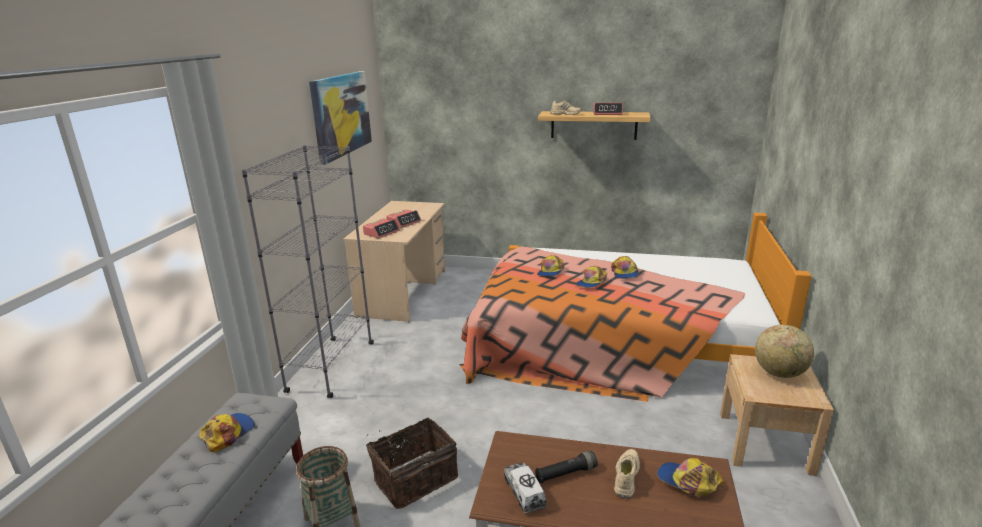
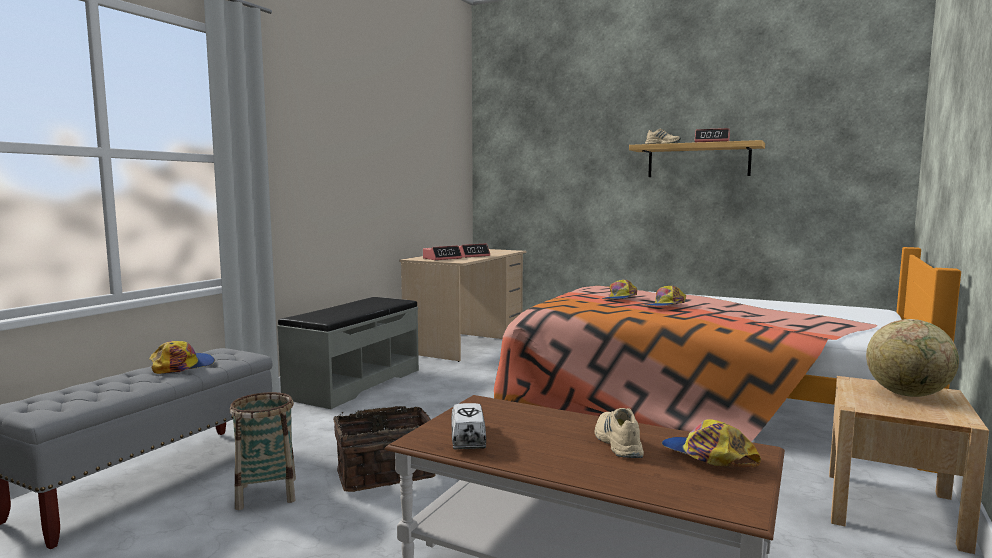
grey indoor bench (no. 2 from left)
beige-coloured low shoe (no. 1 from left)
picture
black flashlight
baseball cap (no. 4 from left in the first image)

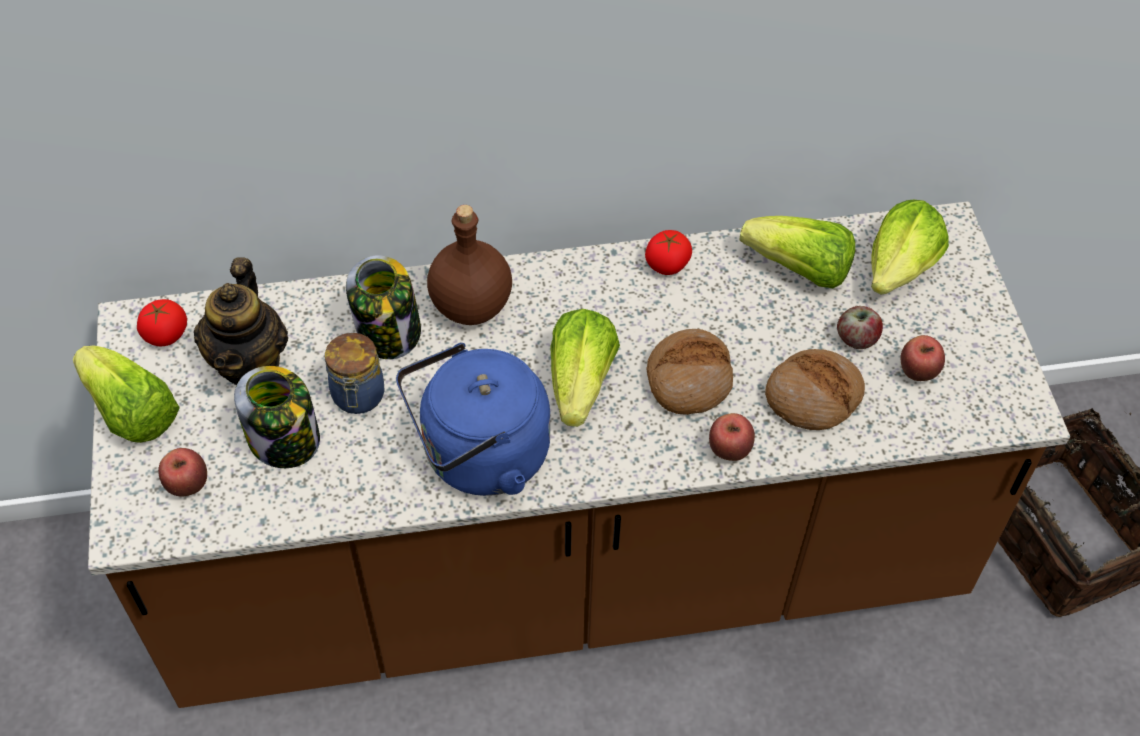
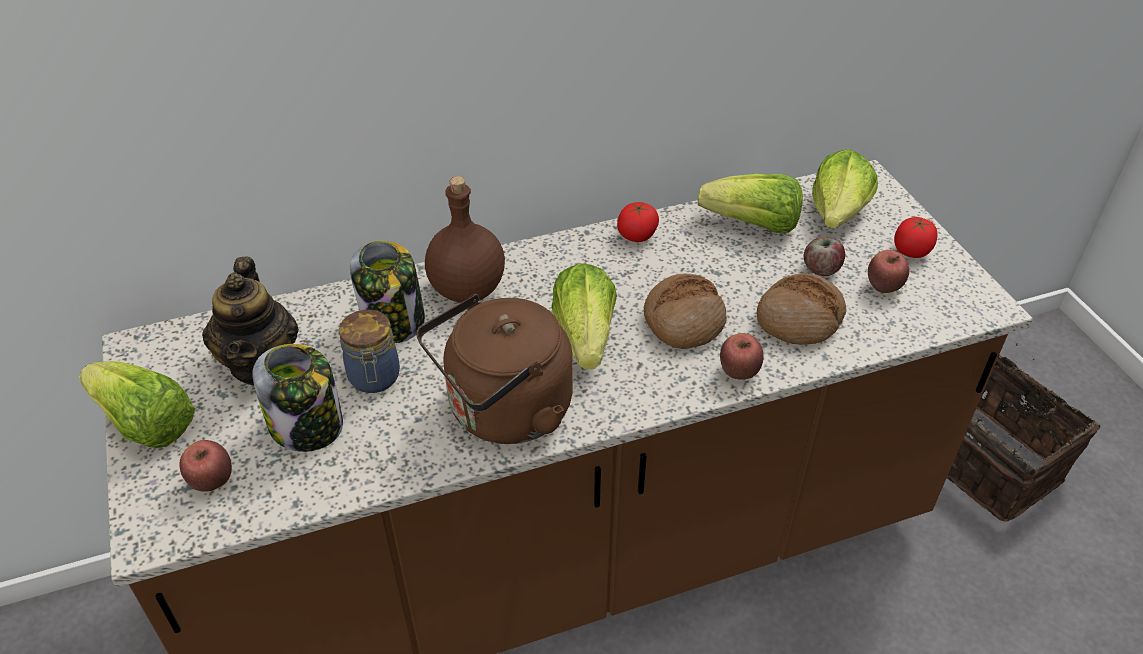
brown-coloured water kettle
whole tomato (no. 2 from left)

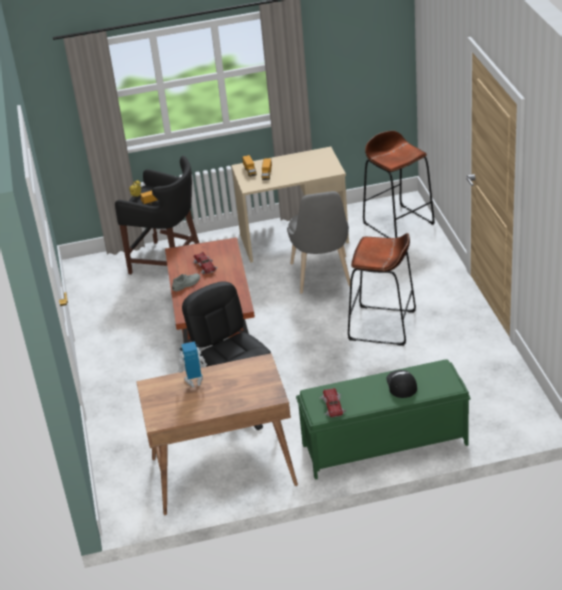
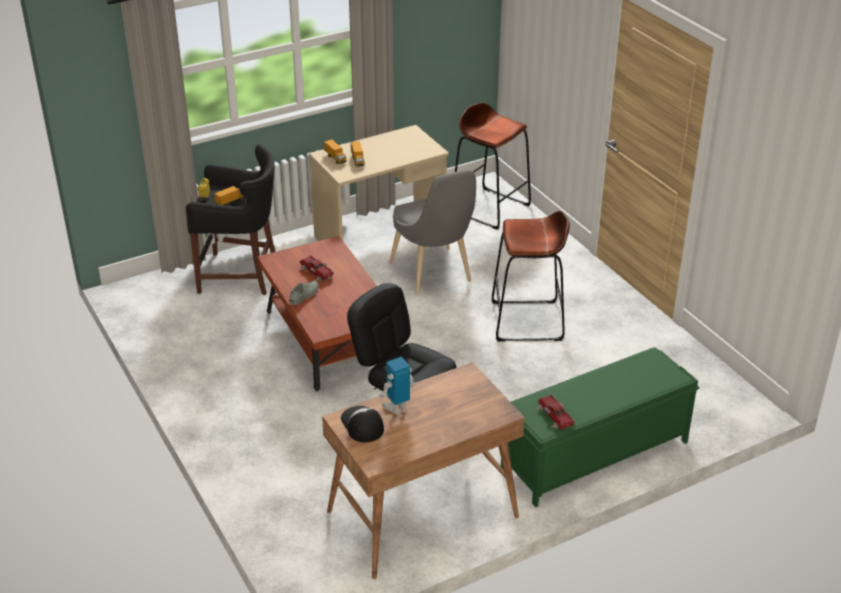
baseball cap

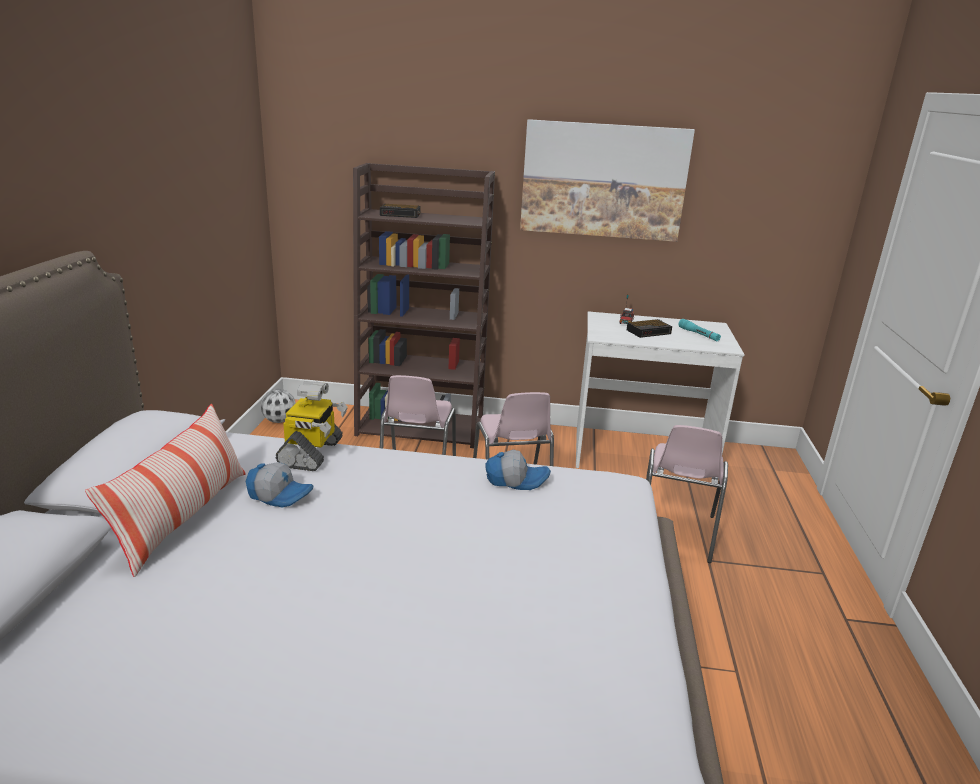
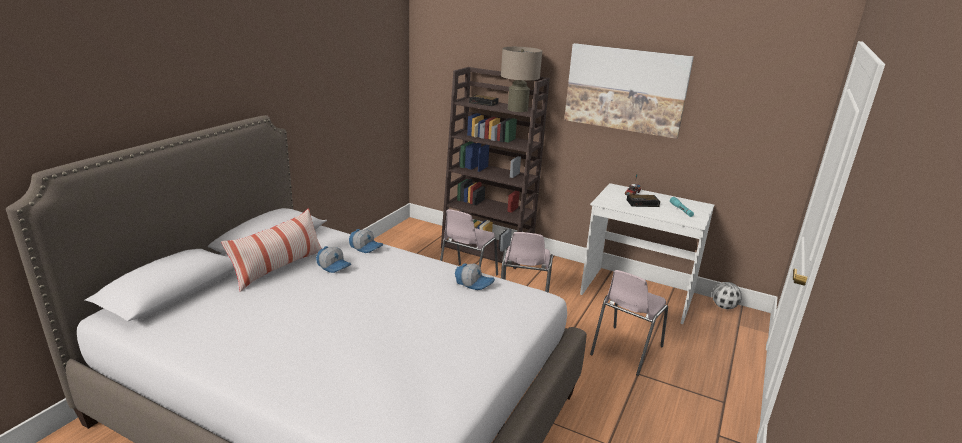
baseball cap (no. 2 from left)
beige-coloured table lamp
ball for football

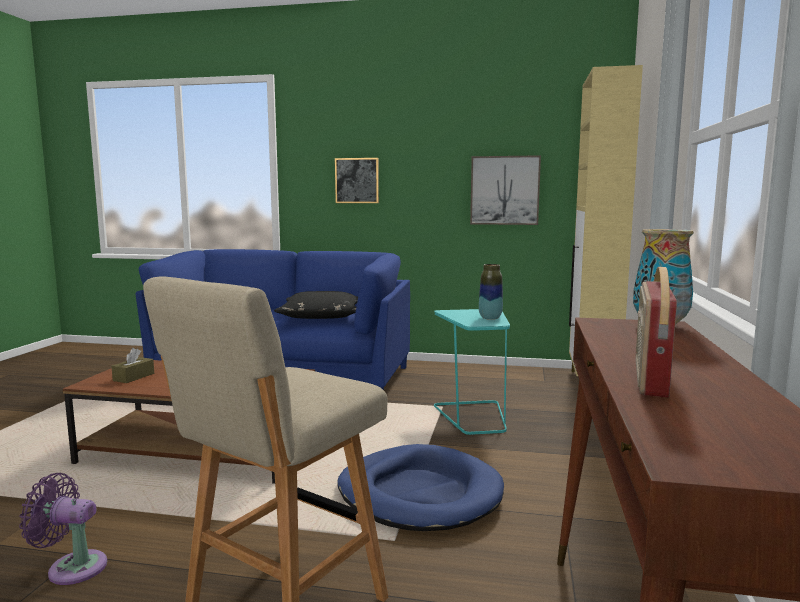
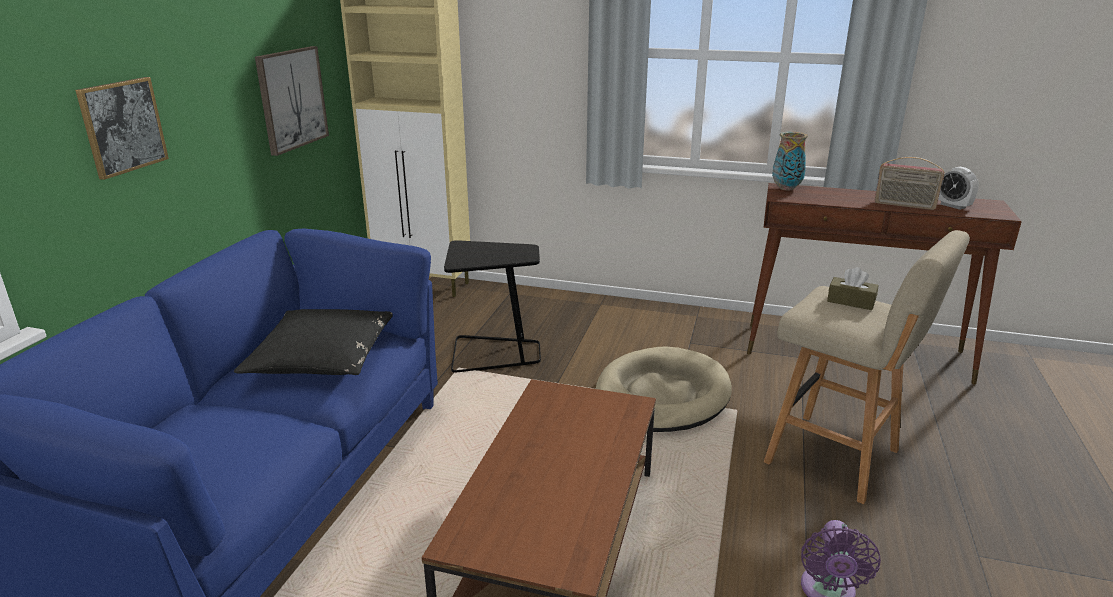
black accent table
beige-coloured dog bed
brown-coloured tissue holder
bedside clock
vase (no. 1 from left in the first image)

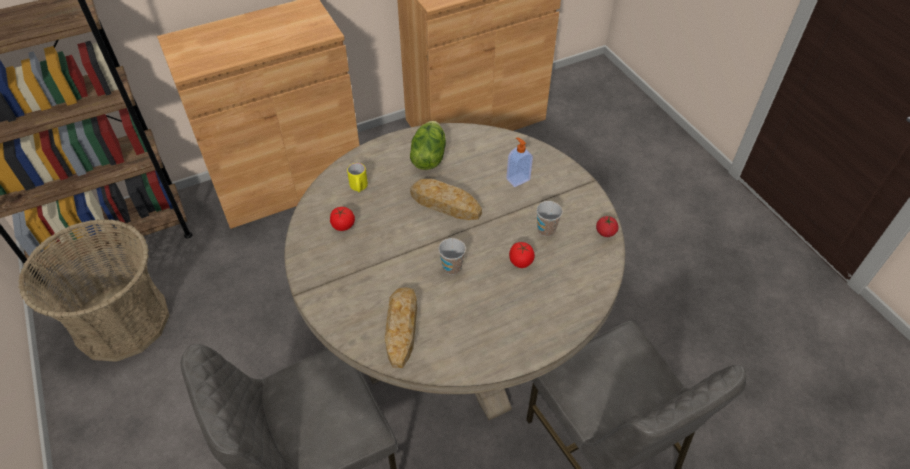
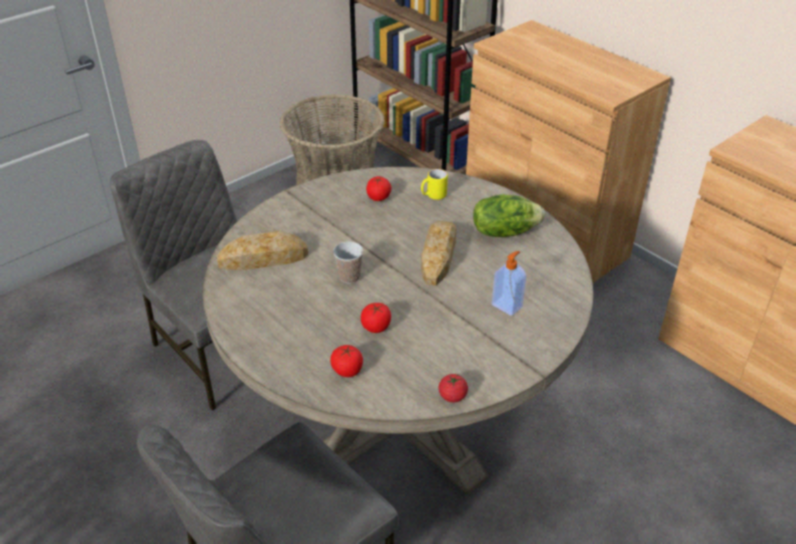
whole tomato (no. 1 from left)
cup (no. 2 from left in the first image)

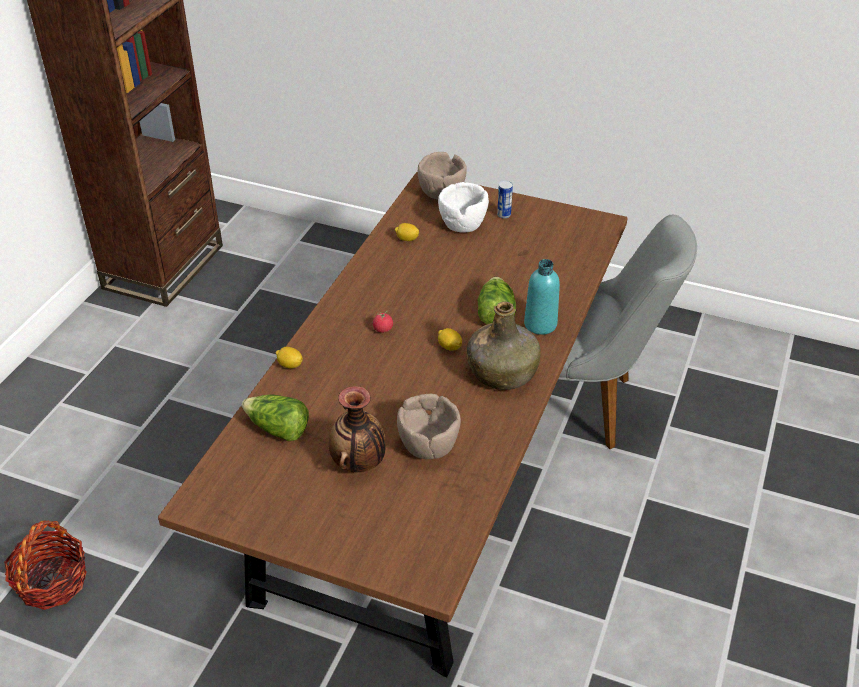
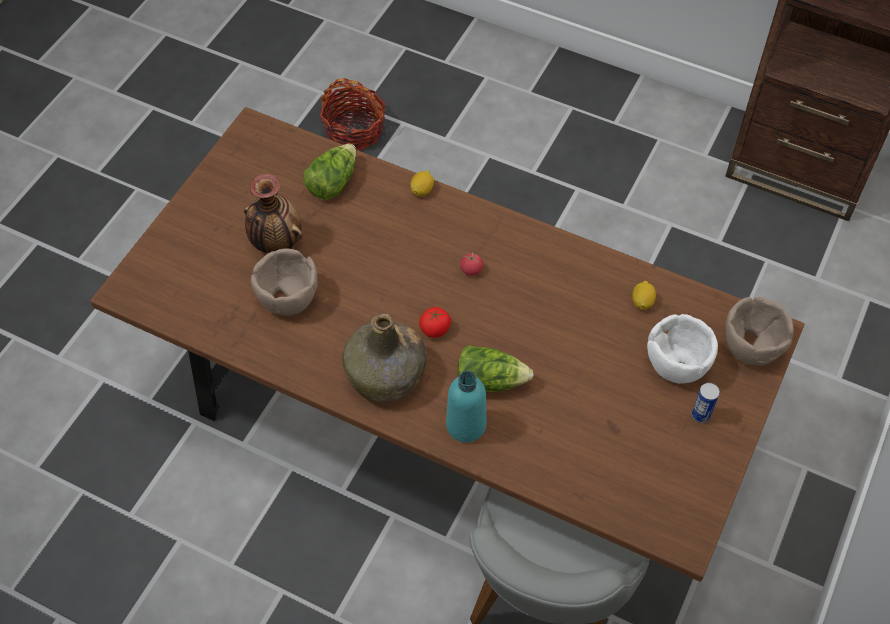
whole tomato (no. 1 from left)

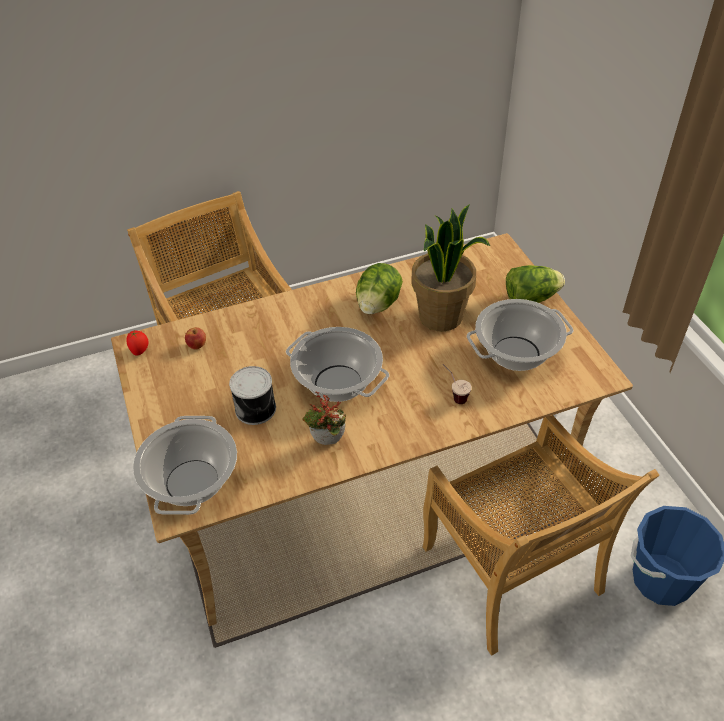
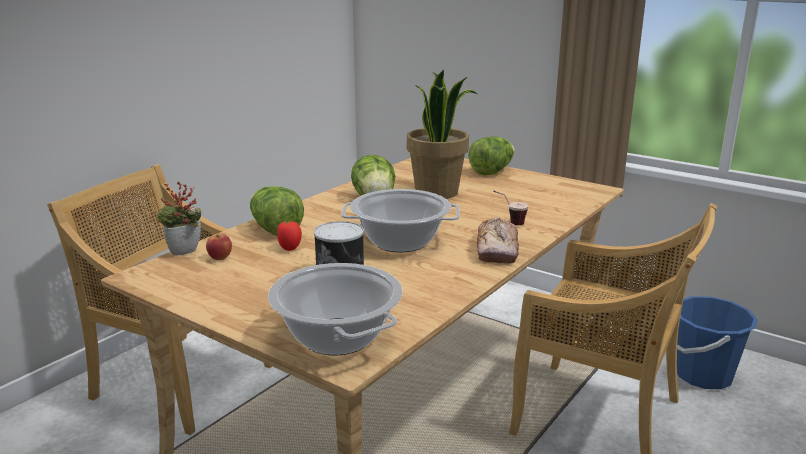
plant in a pot (no. 1 from left)
head of lettuce (no. 1 from left)
whole tomato
bread
stockpot (no. 3 from left in the first image)

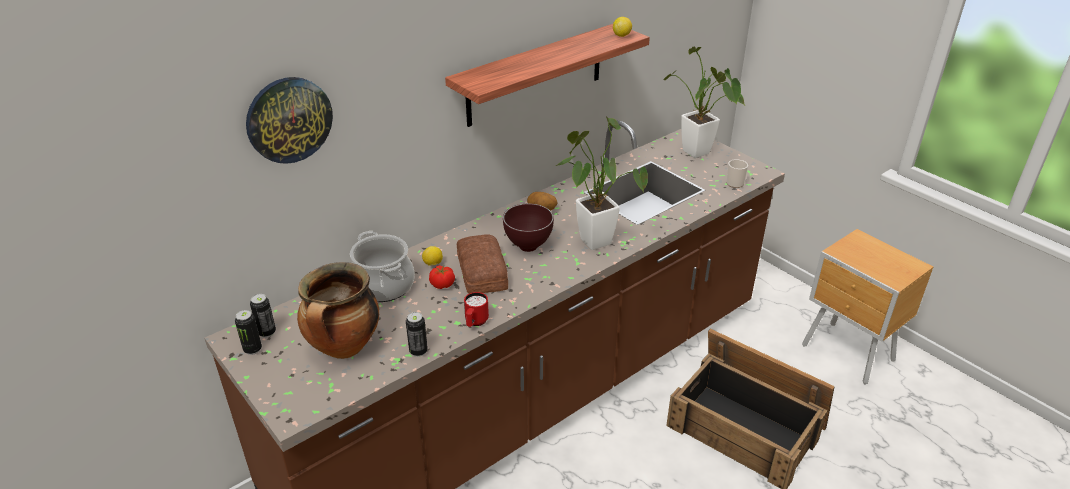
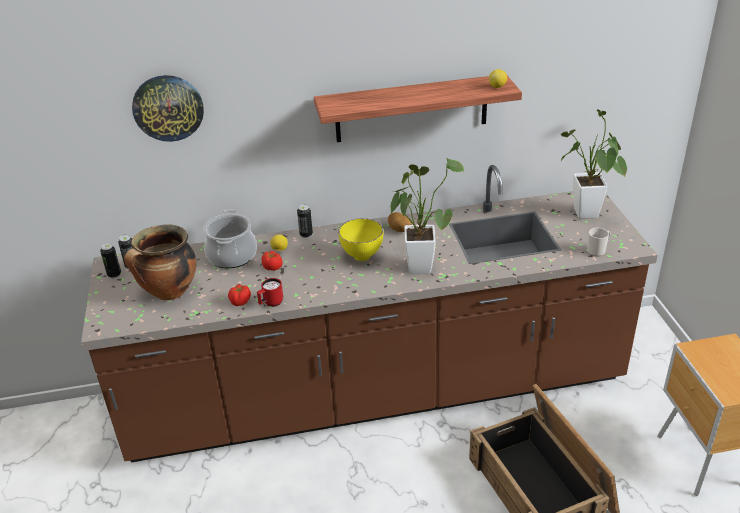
whole tomato (no. 1 from left)
can (no. 3 from left)
yellowish deep dish
bread

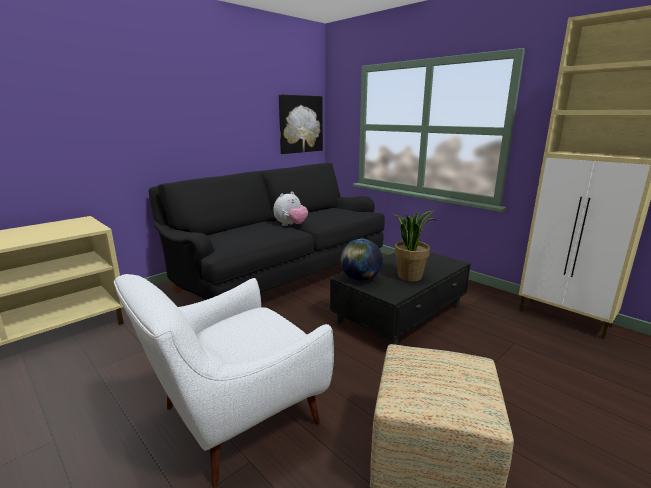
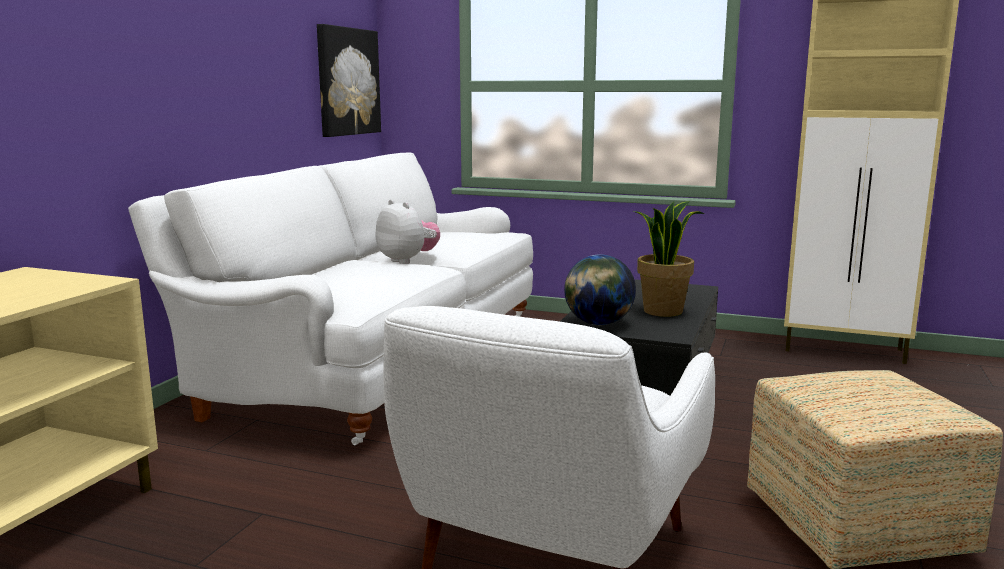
whitish sofa
soft toy

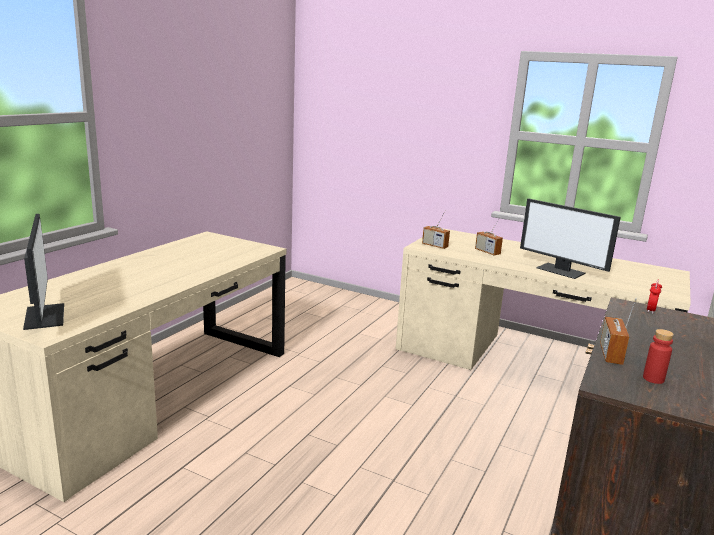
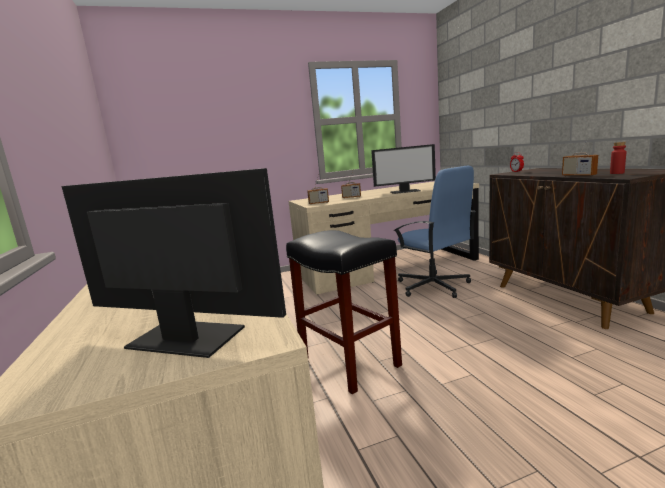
black stool seat
bluish office chair

